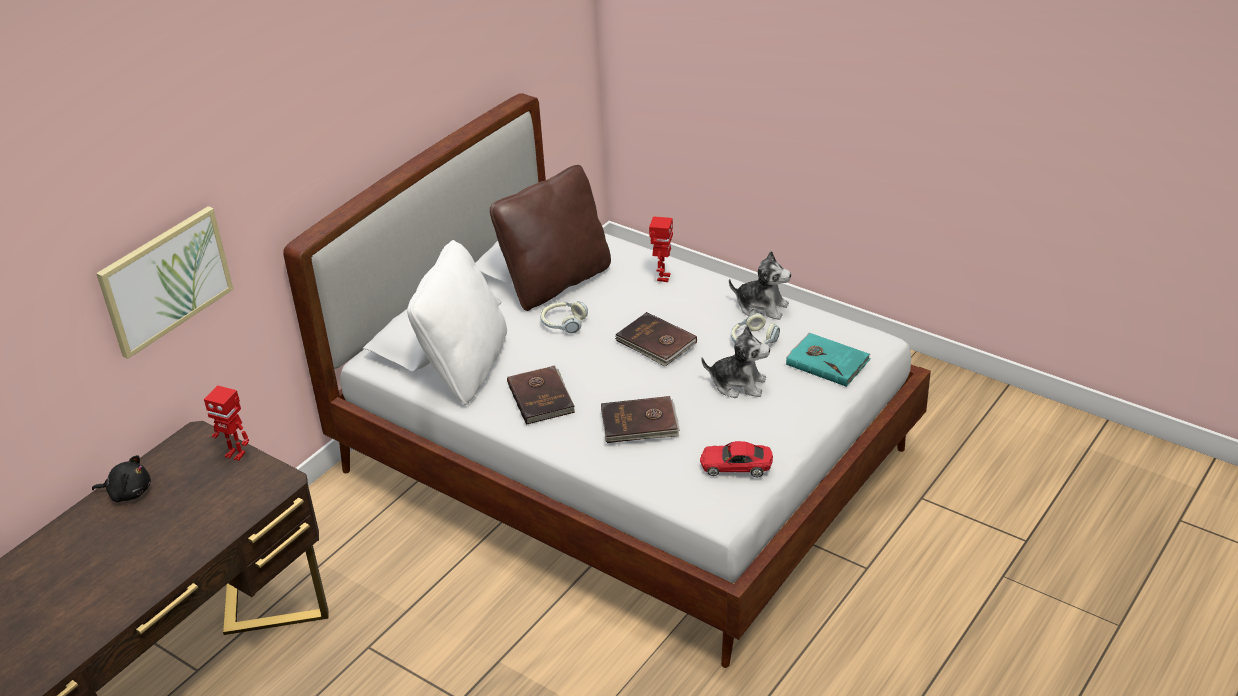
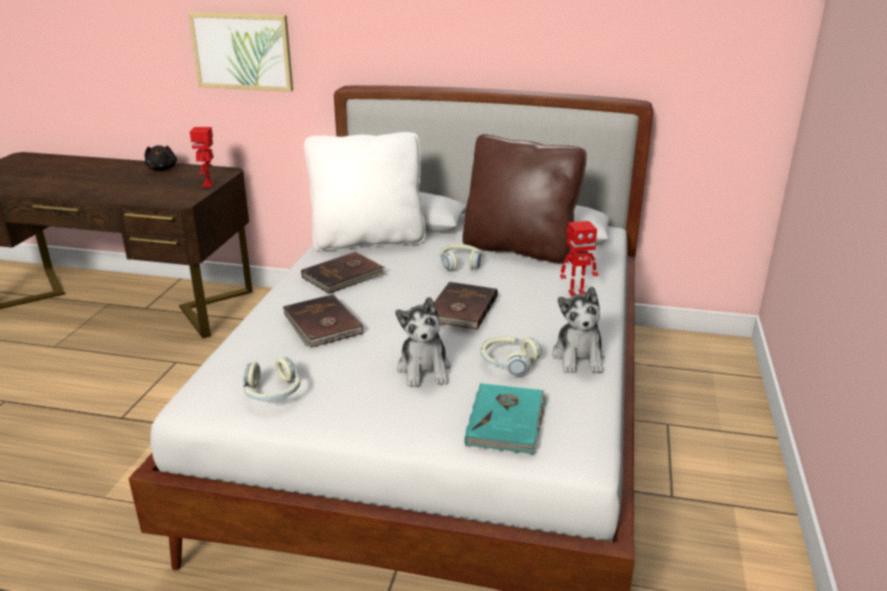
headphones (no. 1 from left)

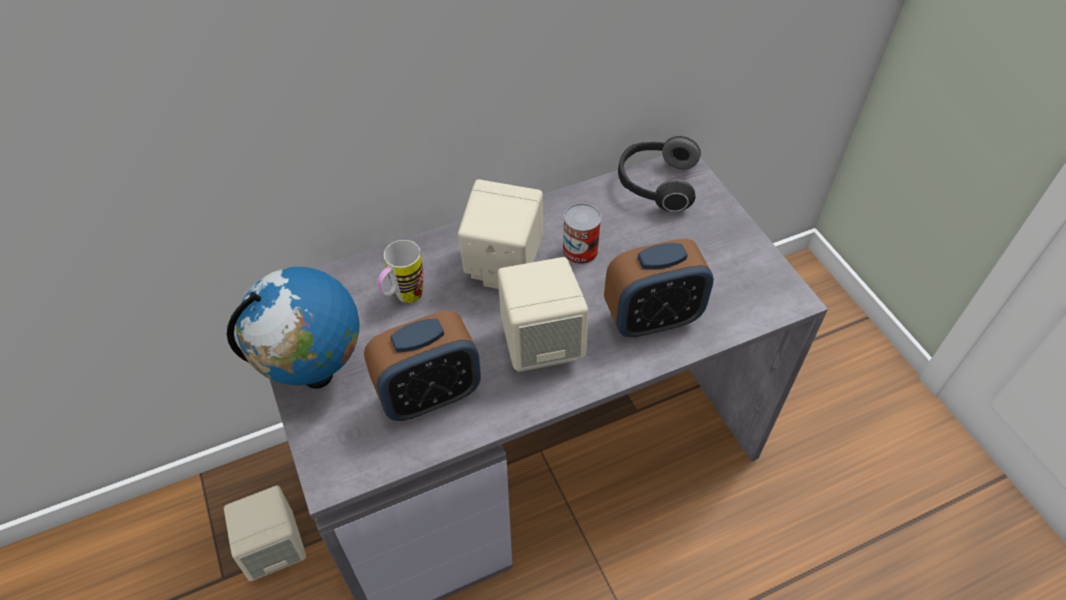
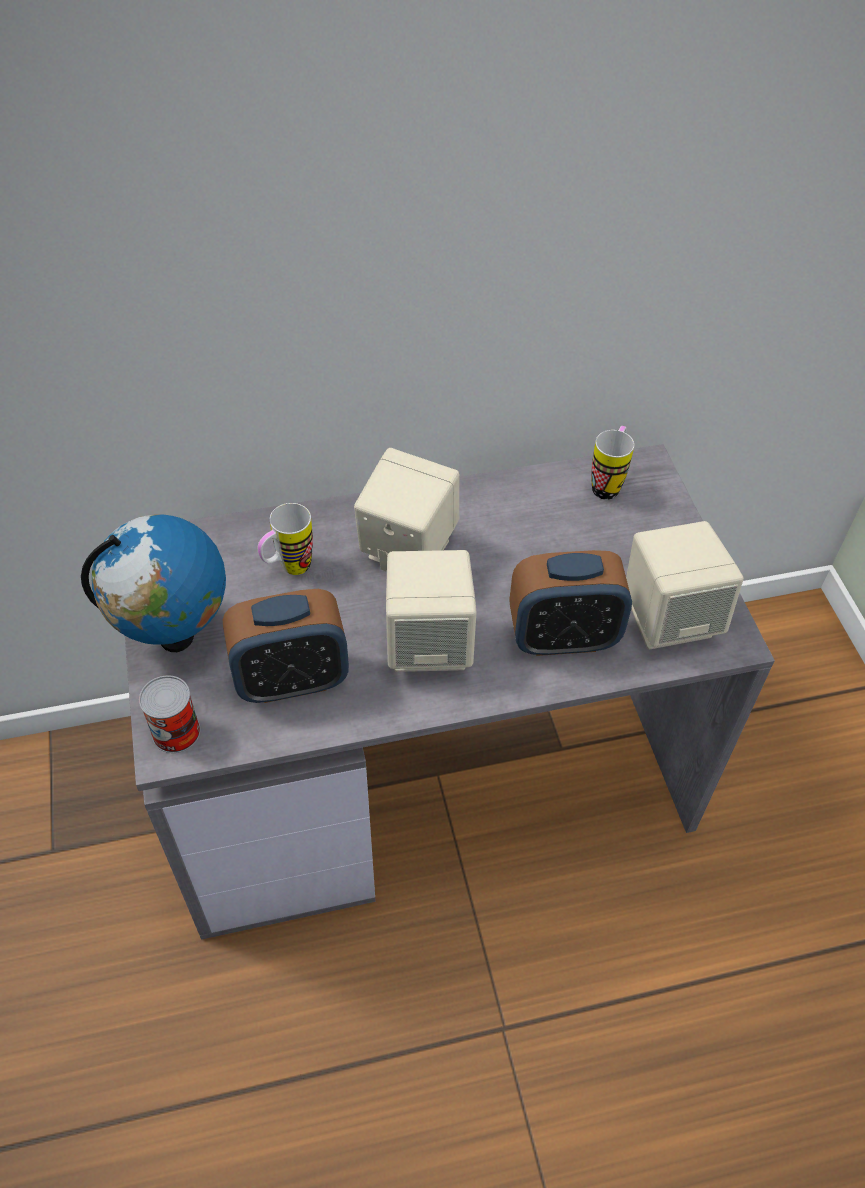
can
mug (no. 2 from left)
beige-coloured audio speaker (no. 3 from left)

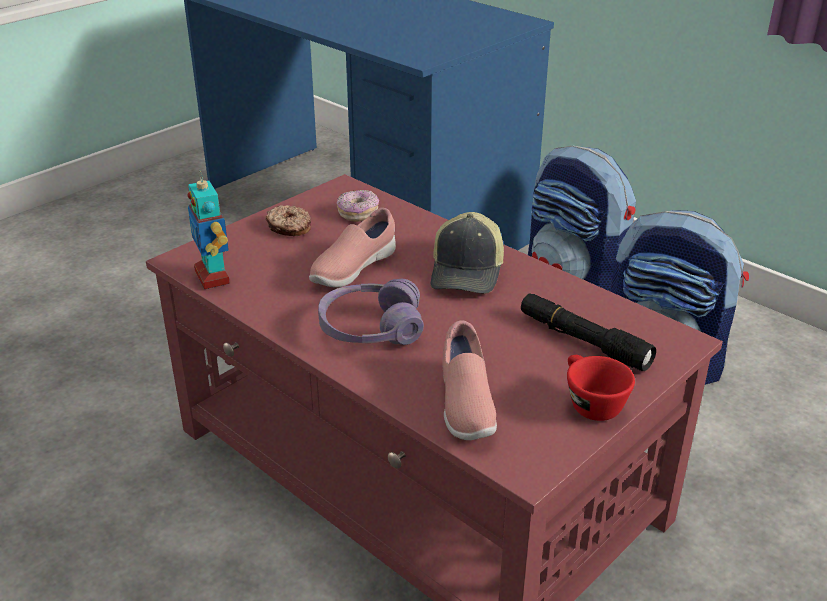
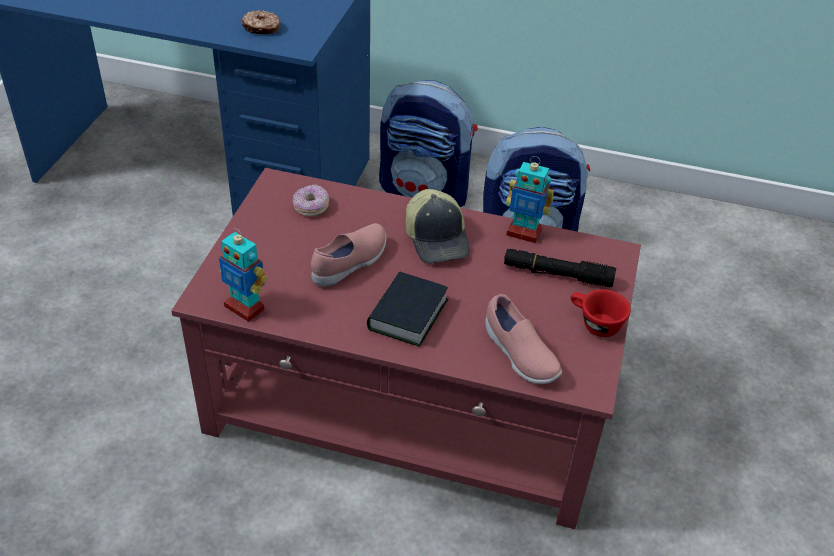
donut (no. 1 from left)
pink low shoe (no. 1 from left)
bound book
model robot (no. 2 from left)

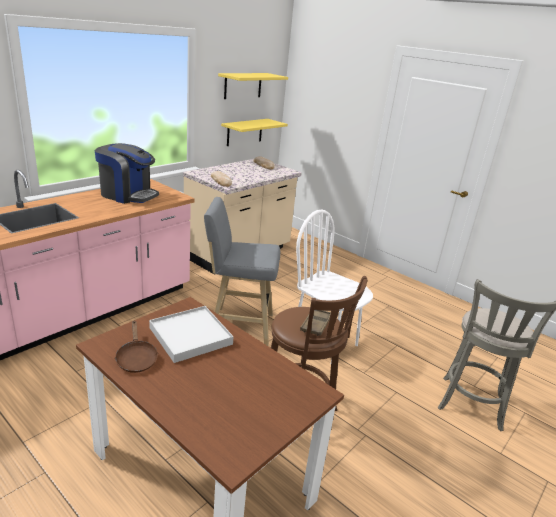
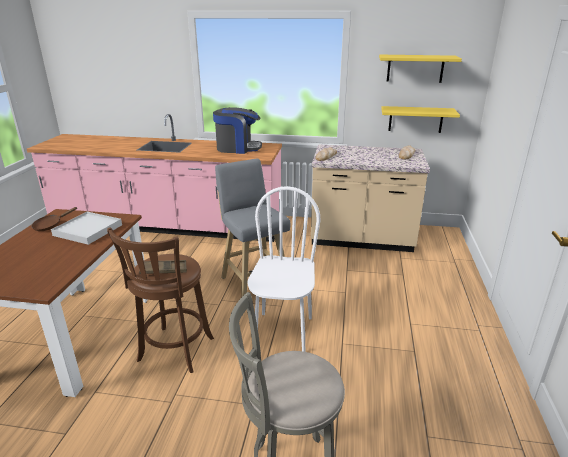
coffee maker

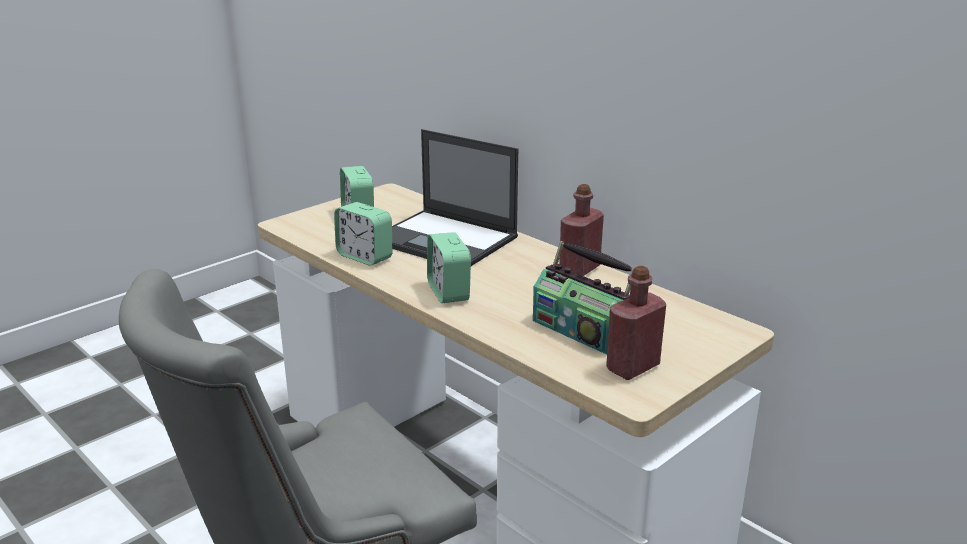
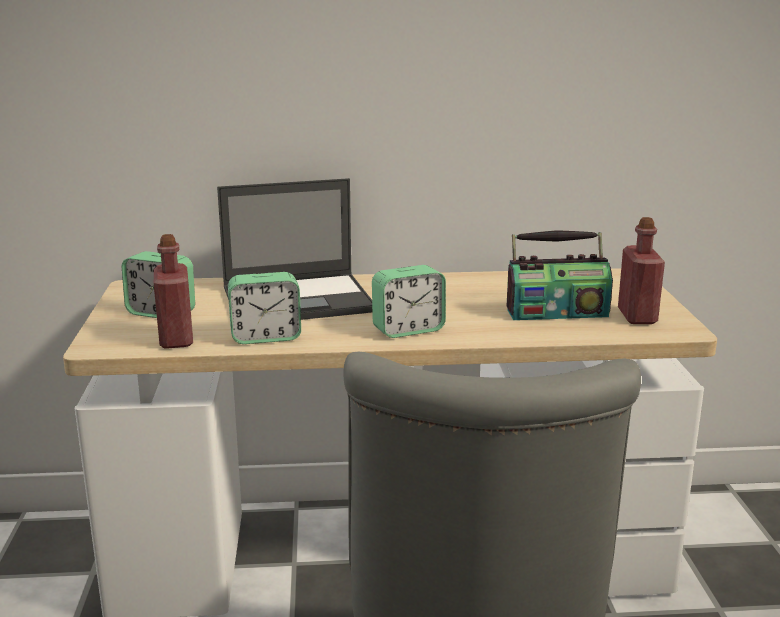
red-coloured beverage bottle (no. 1 from left)
bedside clock (no. 3 from left)

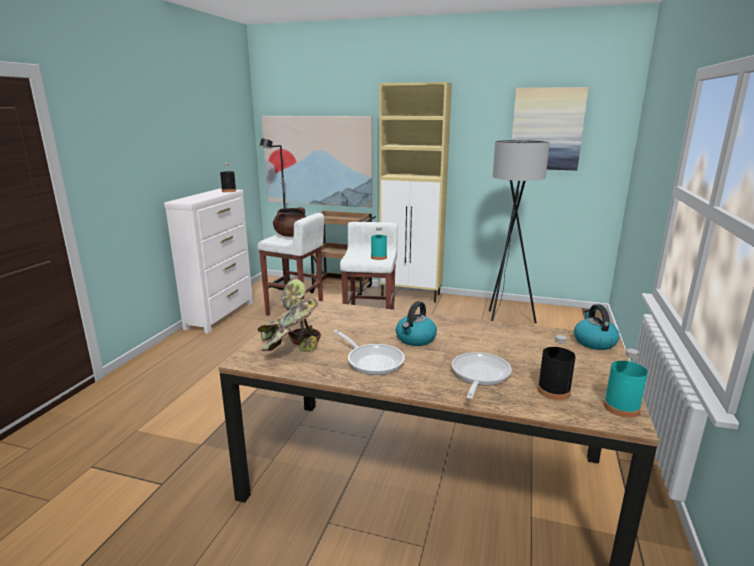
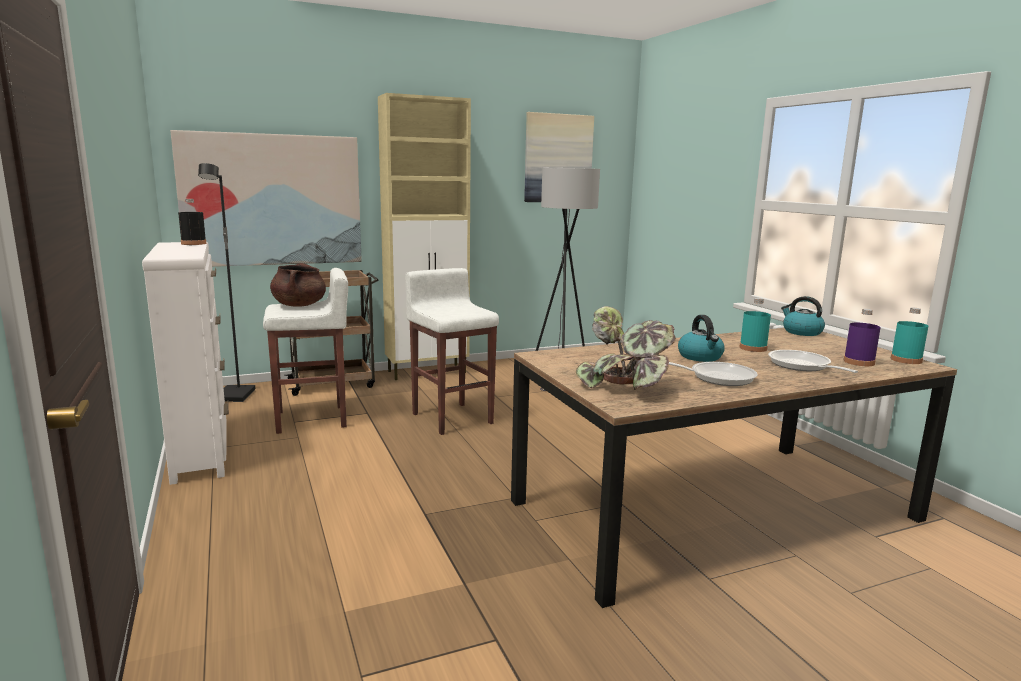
blue-green beverage bottle (no. 1 from left)
purple-coloured beverage bottle

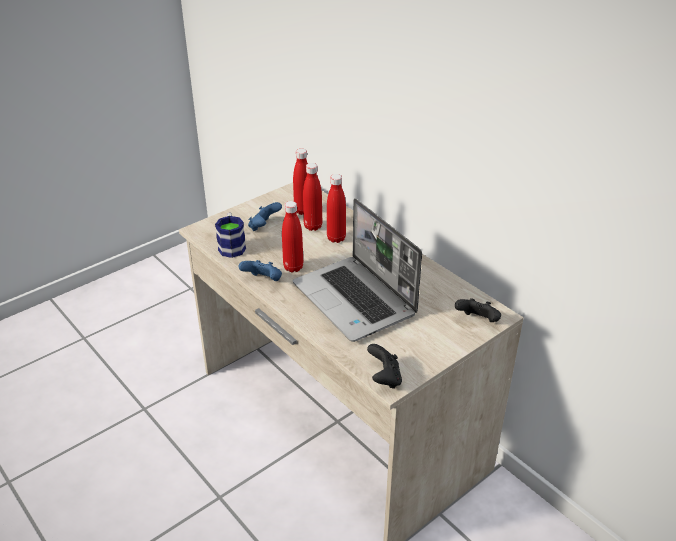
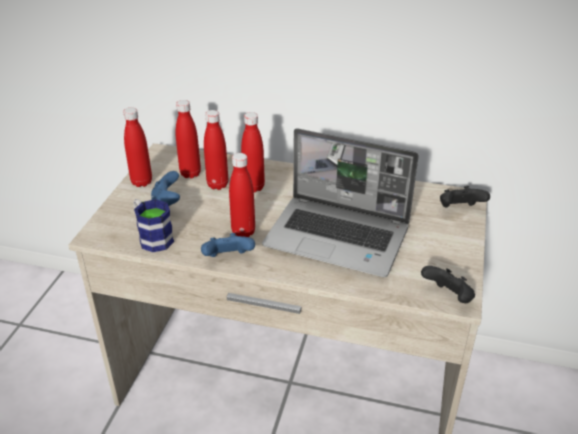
red-coloured beverage bottle (no. 1 from left)

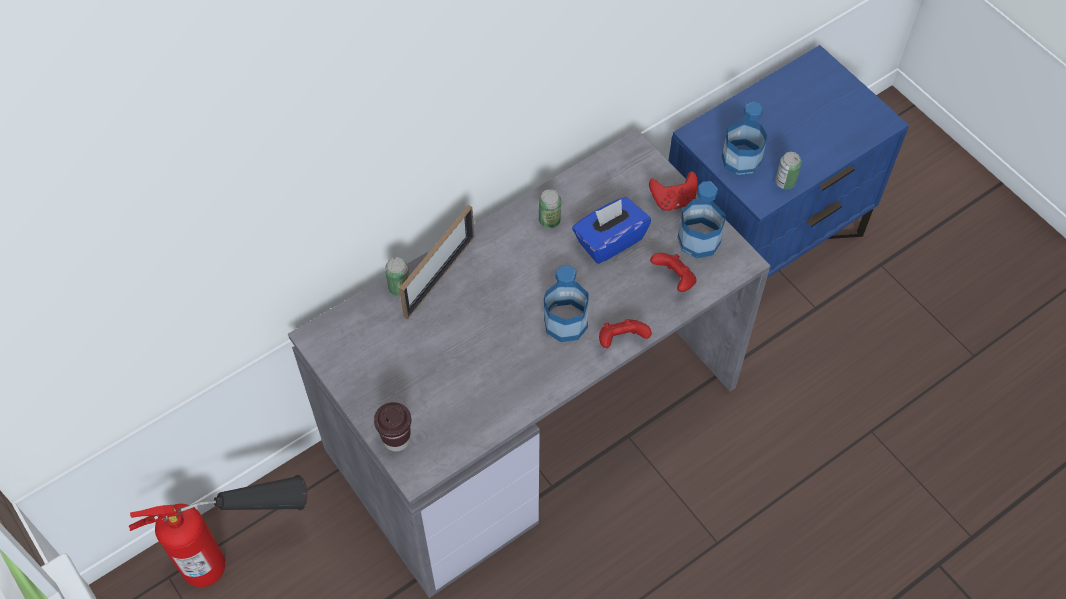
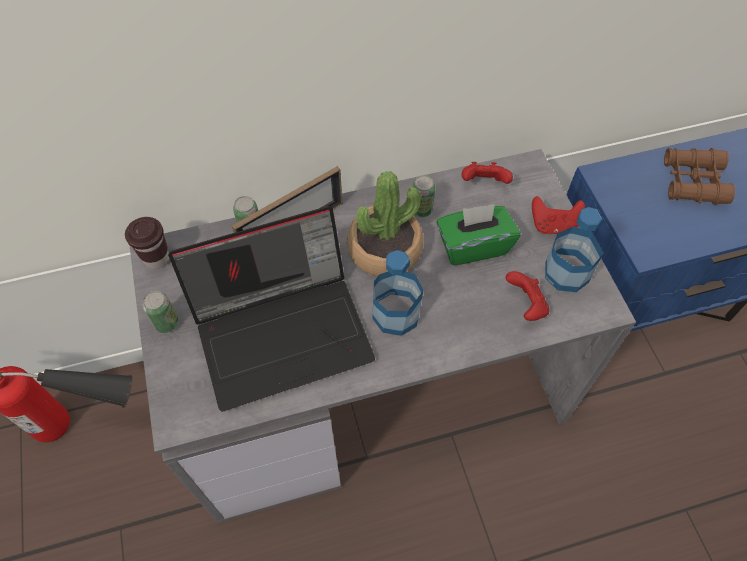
brown-coloured cup
can (no. 1 from left)
portable computer
plant in a pot
green tissue holder
red-coloured gamepad (no. 1 from left)
brown-coloured field glasses
beverage bottle (no. 3 from left in the first image)

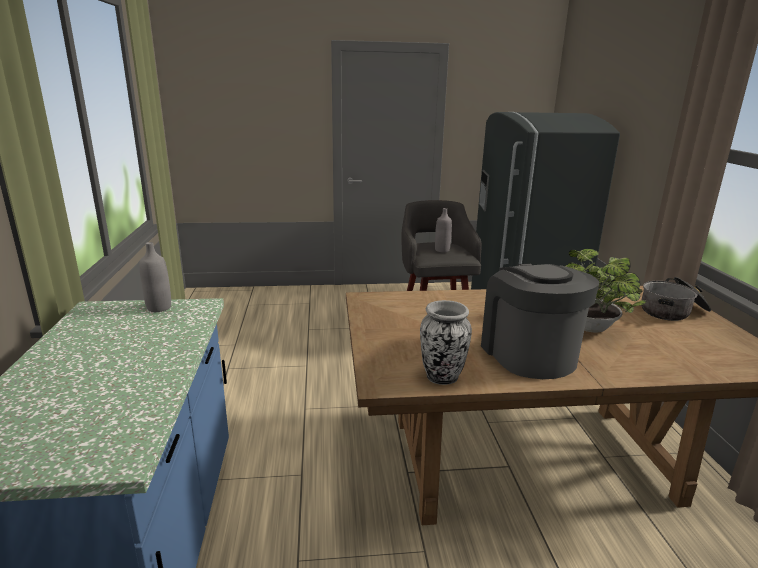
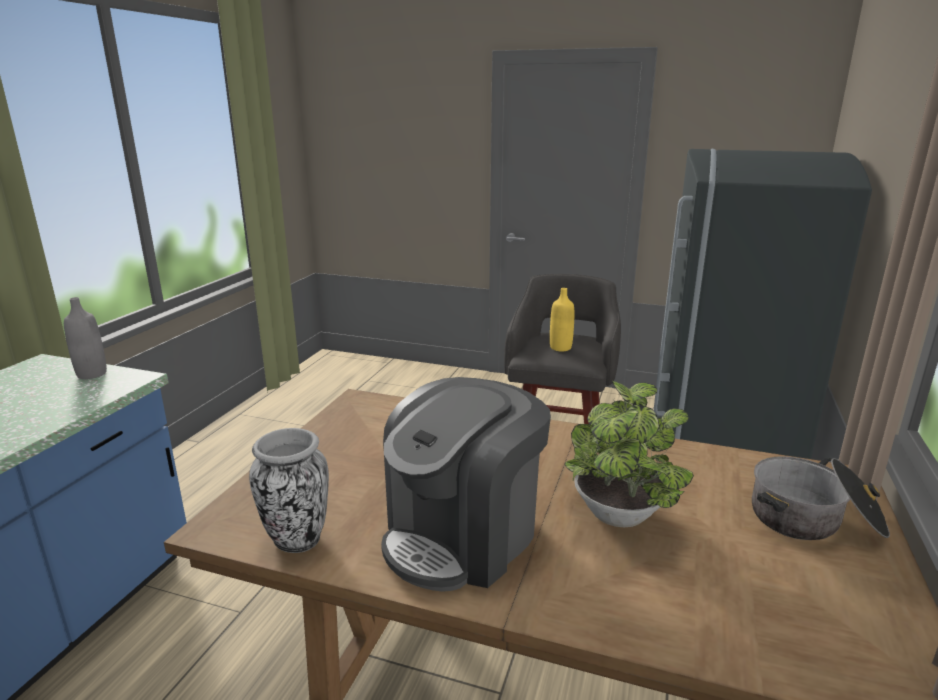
coffee maker
yellowish beverage bottle

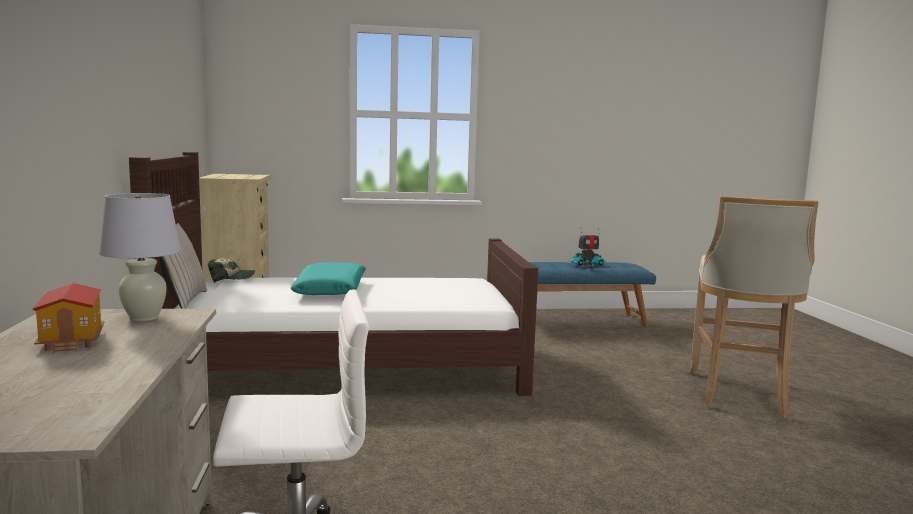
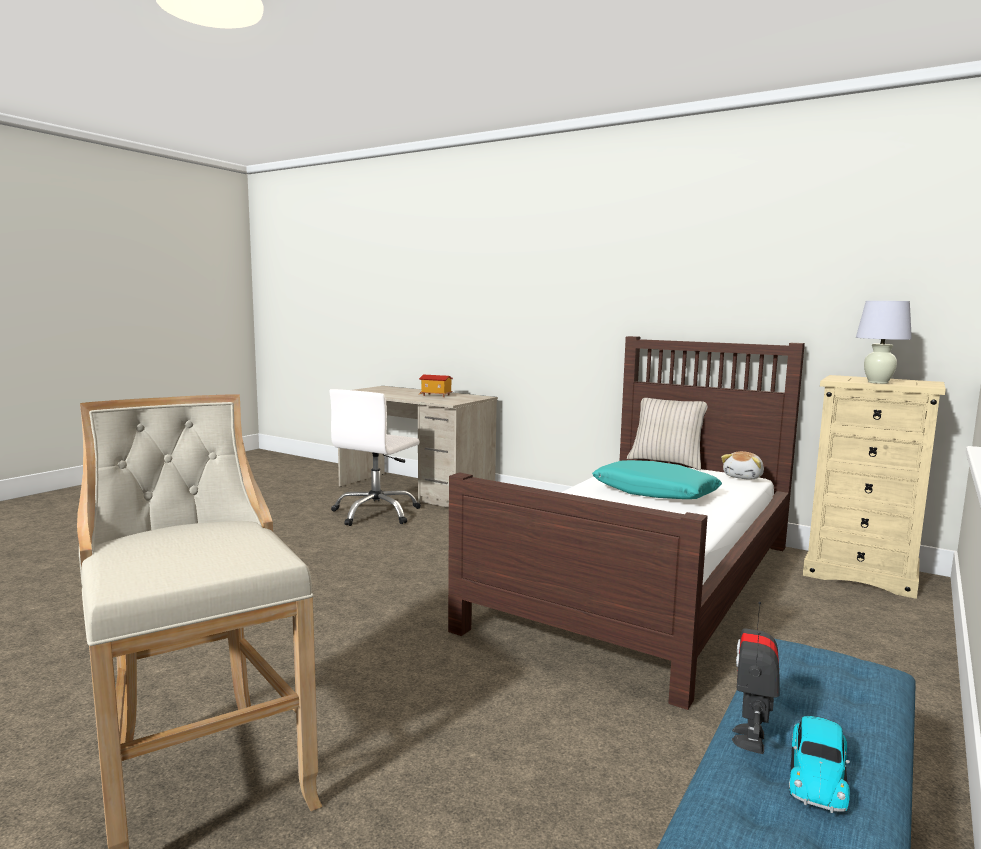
soft toy
whitish table lamp

